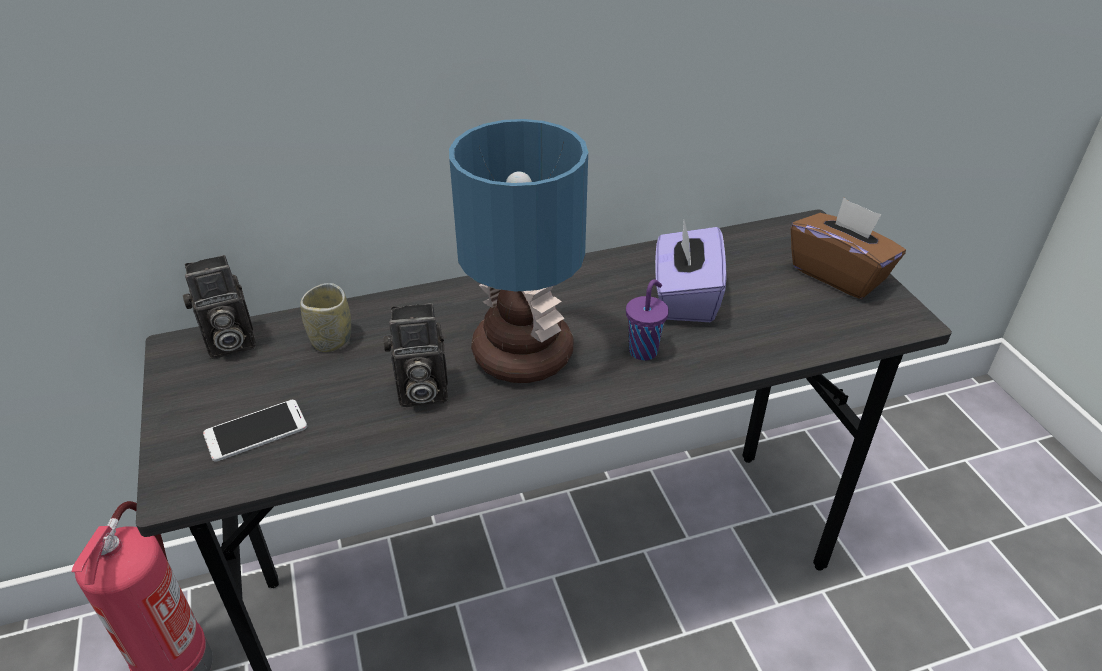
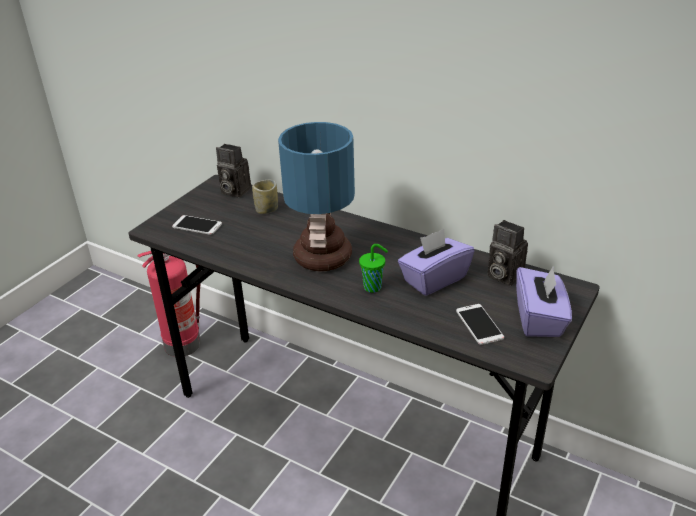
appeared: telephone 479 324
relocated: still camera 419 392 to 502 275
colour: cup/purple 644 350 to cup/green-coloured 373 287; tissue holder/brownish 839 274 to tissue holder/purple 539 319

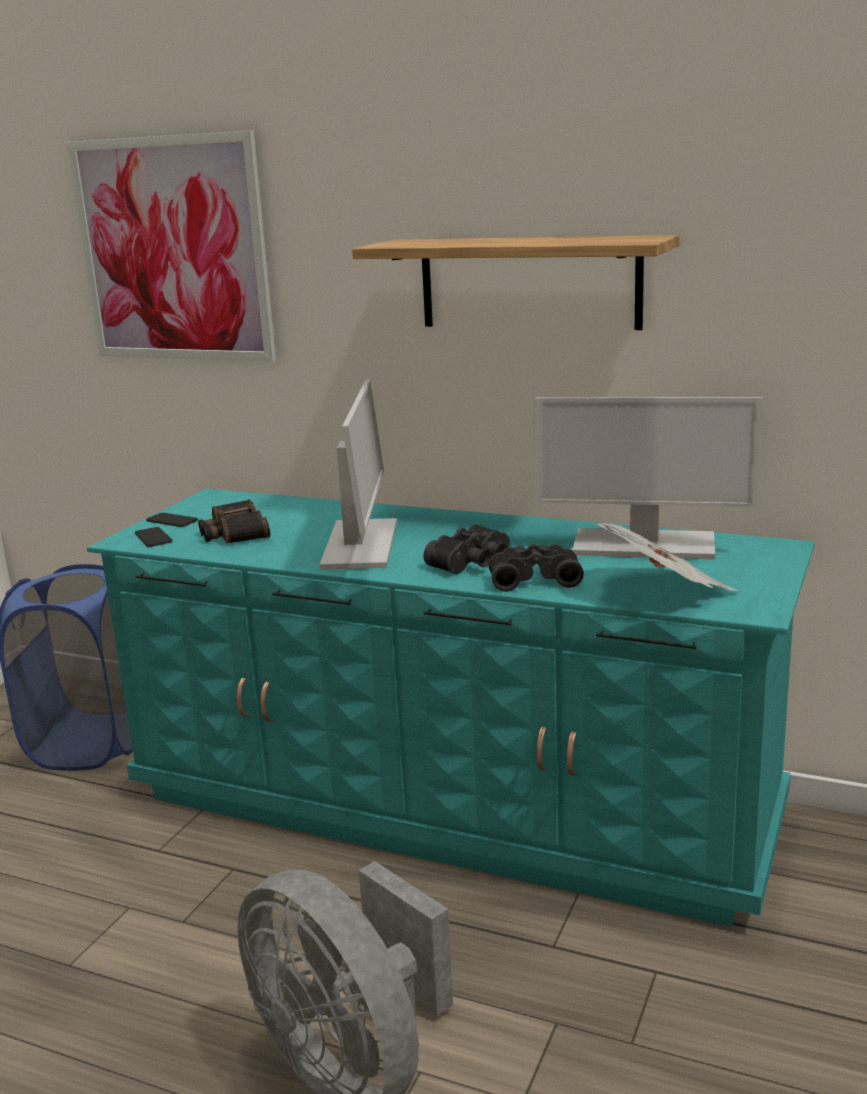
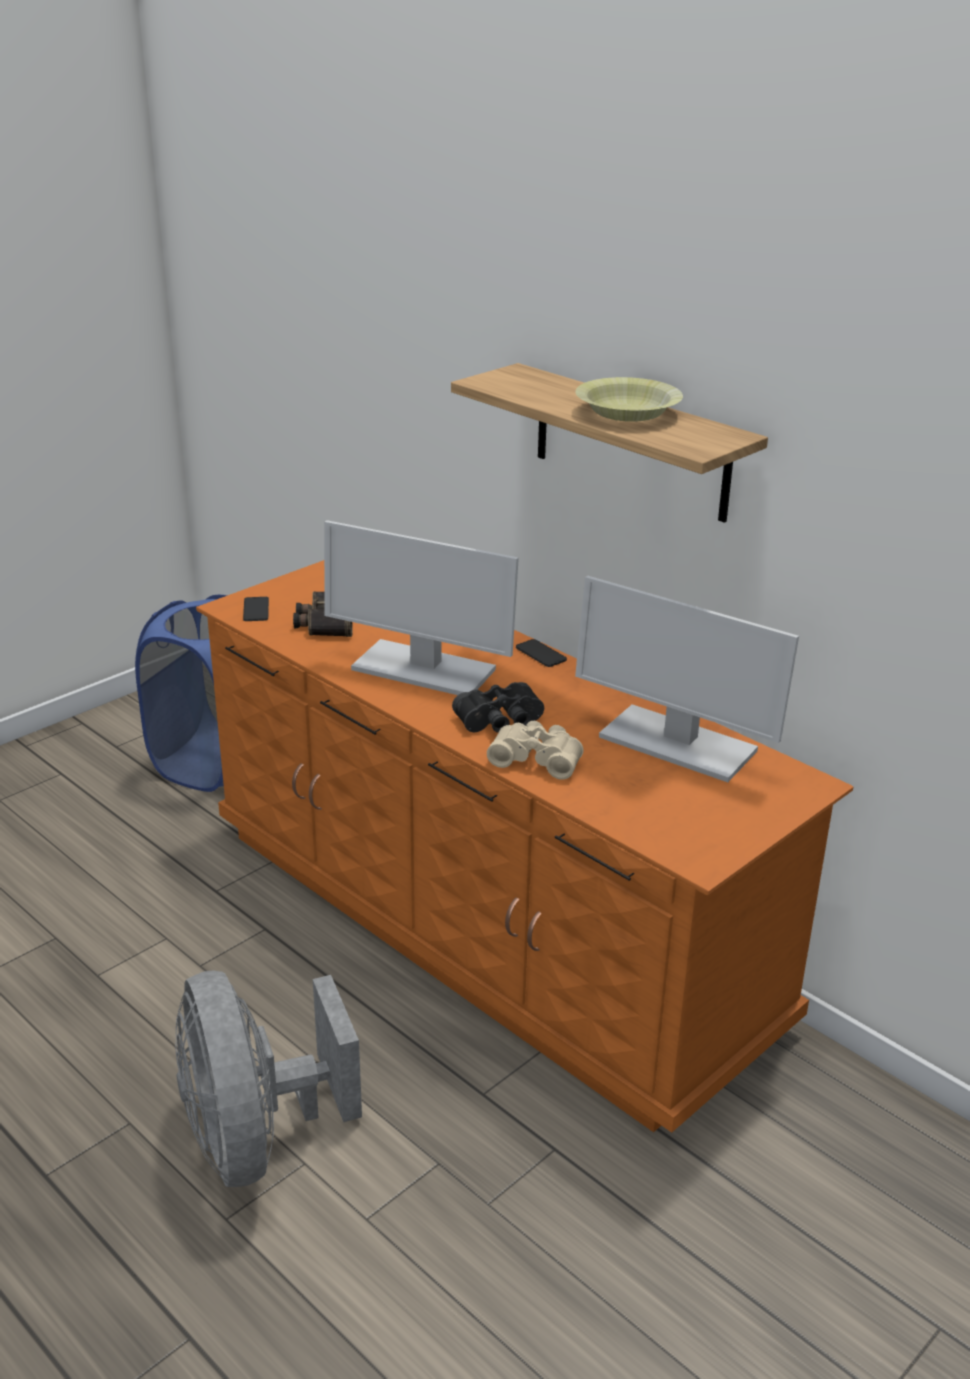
missing: wall picture 173 250; daily paper 665 591
appeared: serving bowl/yellowish 628 413
relocated: telephone 172 520 to 541 654
colour: drawer chest/turquoise-coloured 448 805 to drawer chest/orangey 483 924; pair of binoculars/black-coloured 534 579 to pair of binoculars/beige-coloured 537 758
spun: computer display 361 545 = 422 670 90 degrees clockwise

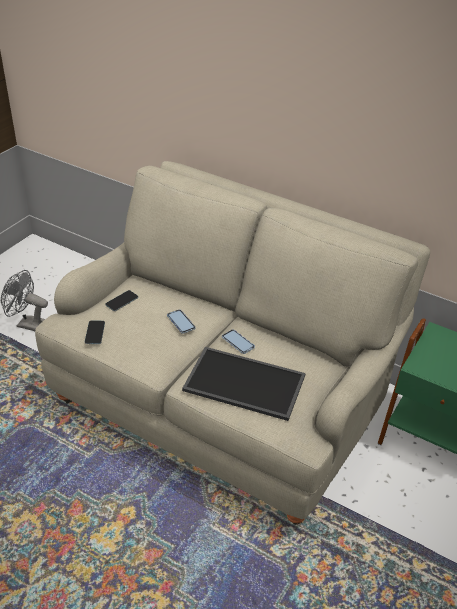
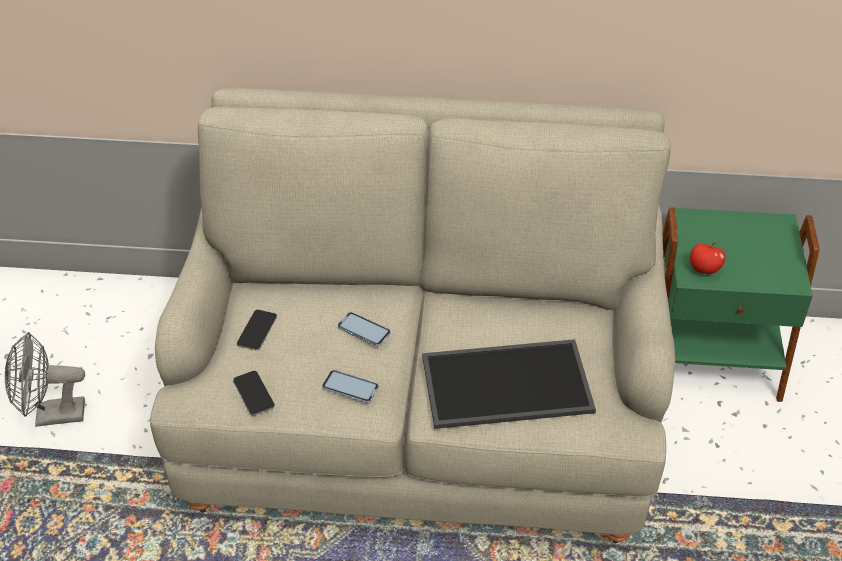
appeared: apple fruit 704 269
relocated: telephone 238 342 to 350 387

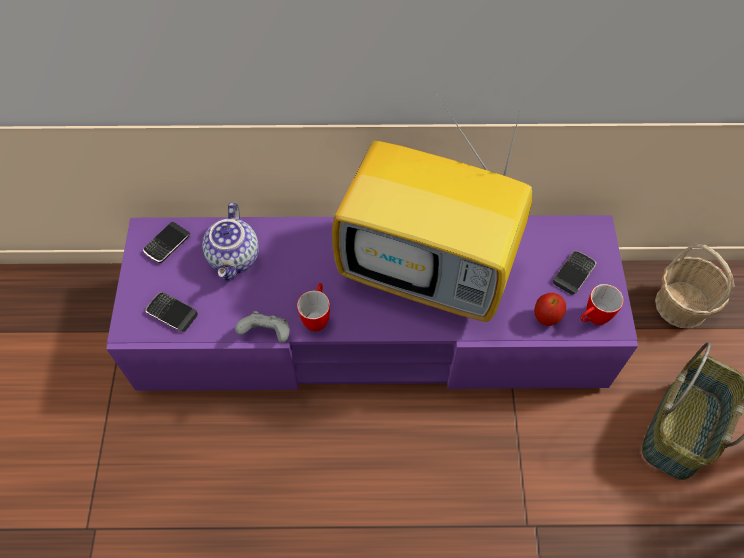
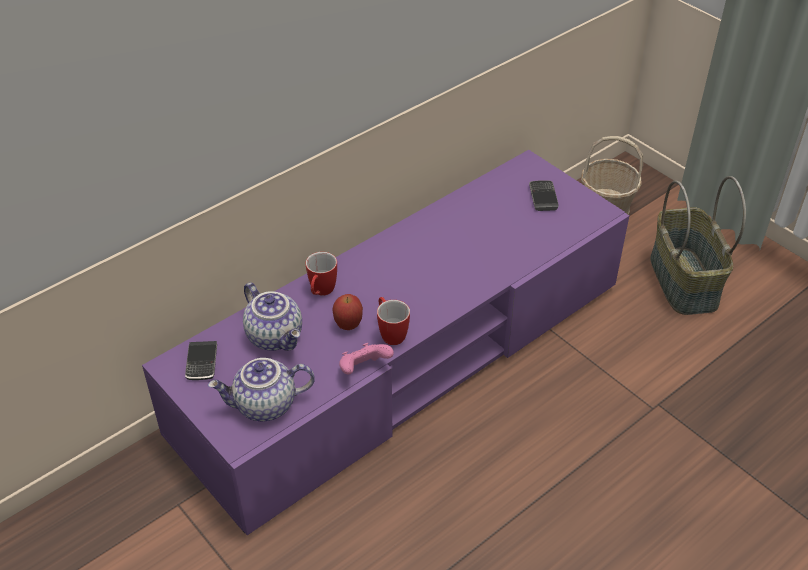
missing: TV set 431 271
relocated: coffee mug 592 319 to 321 293; apple fruit 546 318 to 348 325
exchanged: telephone 172 313 to teapot 265 406
colour: game controller/greyish 267 334 to game controller/pinkish 363 369

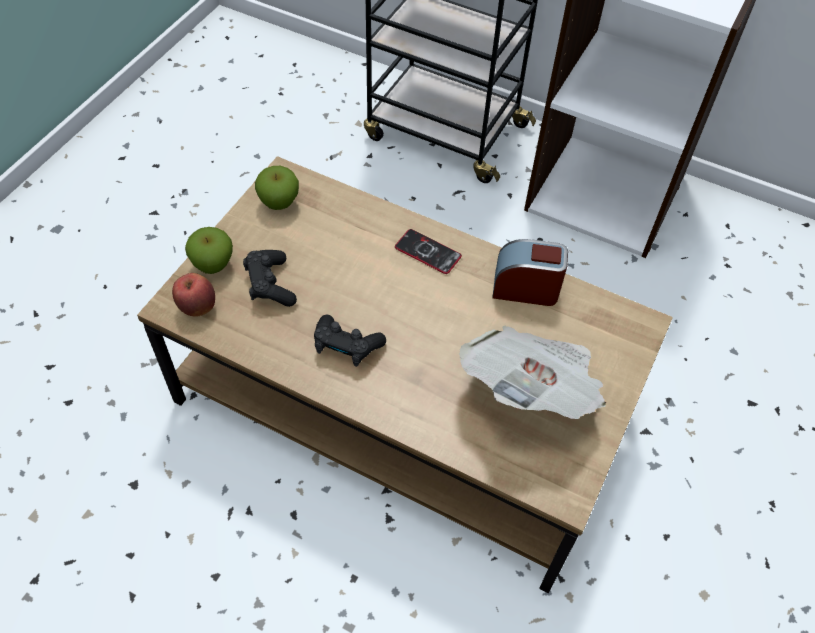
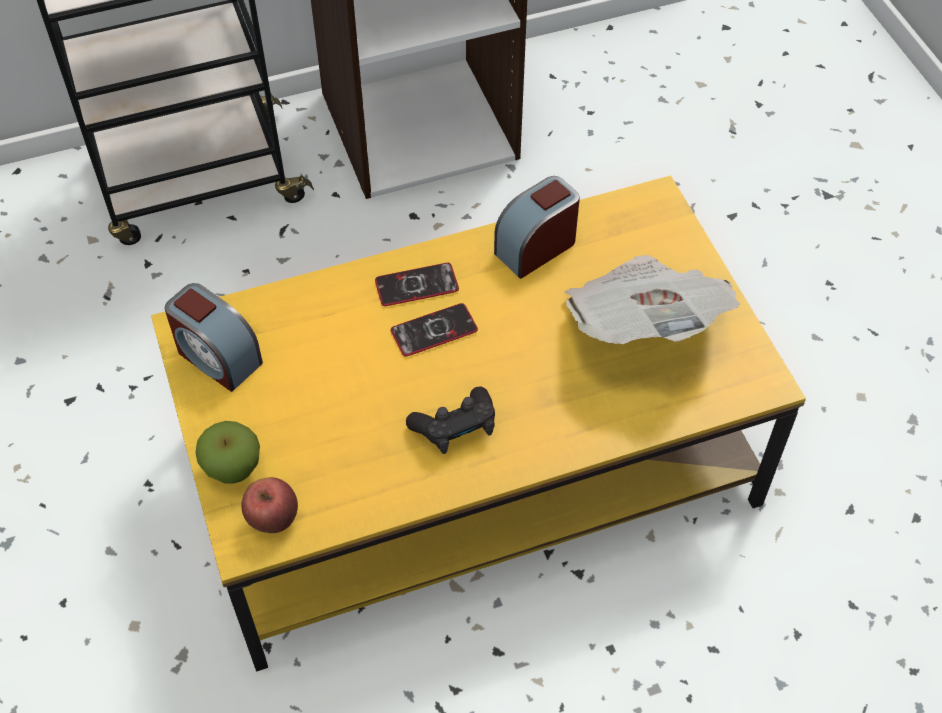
missing: game controller/black-coloured 270 285
appeared: telephone 434 331
exchanged: apple fruit 279 203 to table clock 217 357
colour: coffee table/brownish 399 402 to coffee table/yellowish 467 468

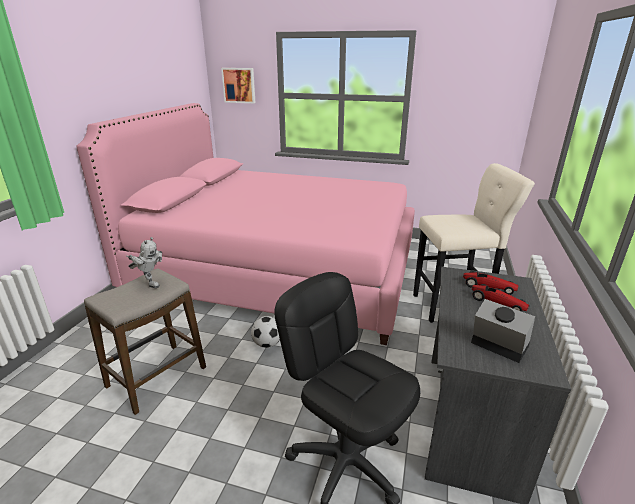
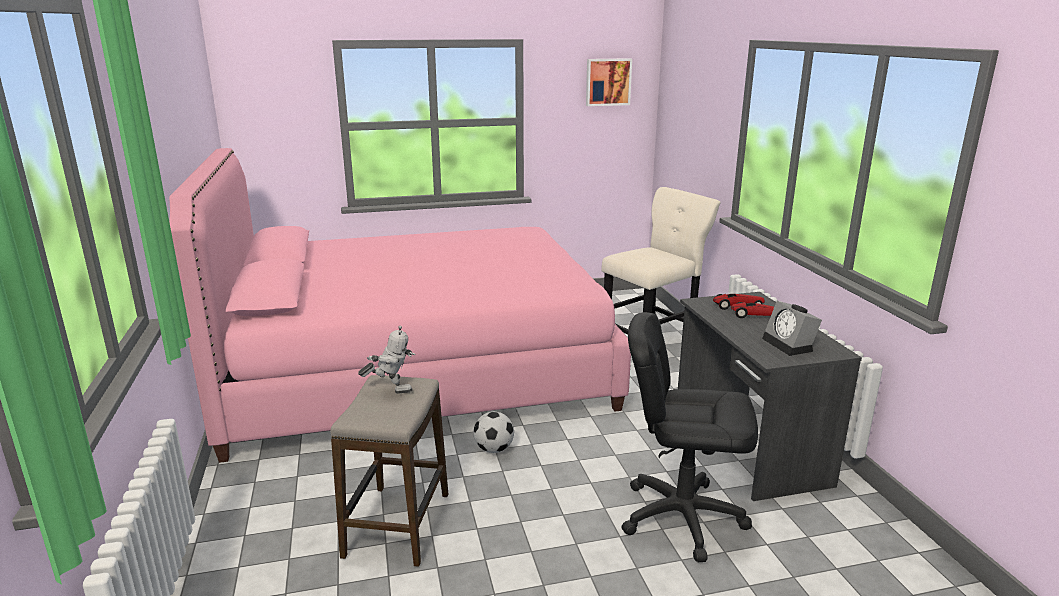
relocated: wall picture 239 85 to 607 82
spun: table clock 496 345 = 790 345 120 degrees counterclockwise

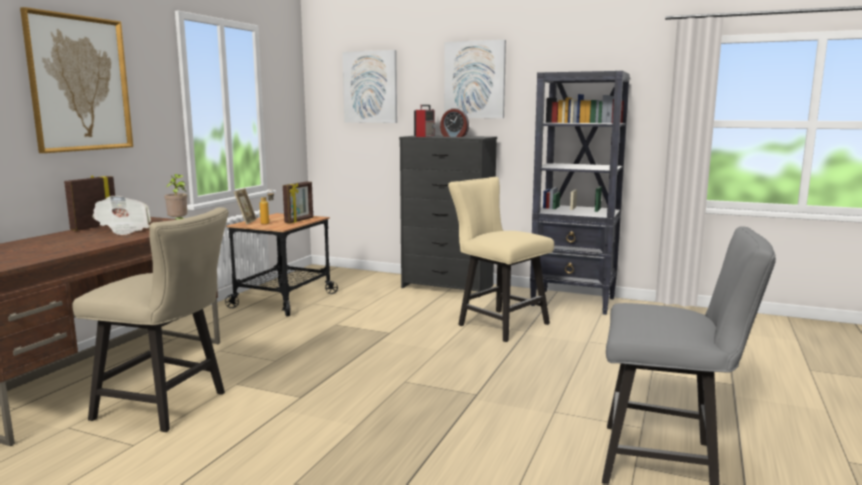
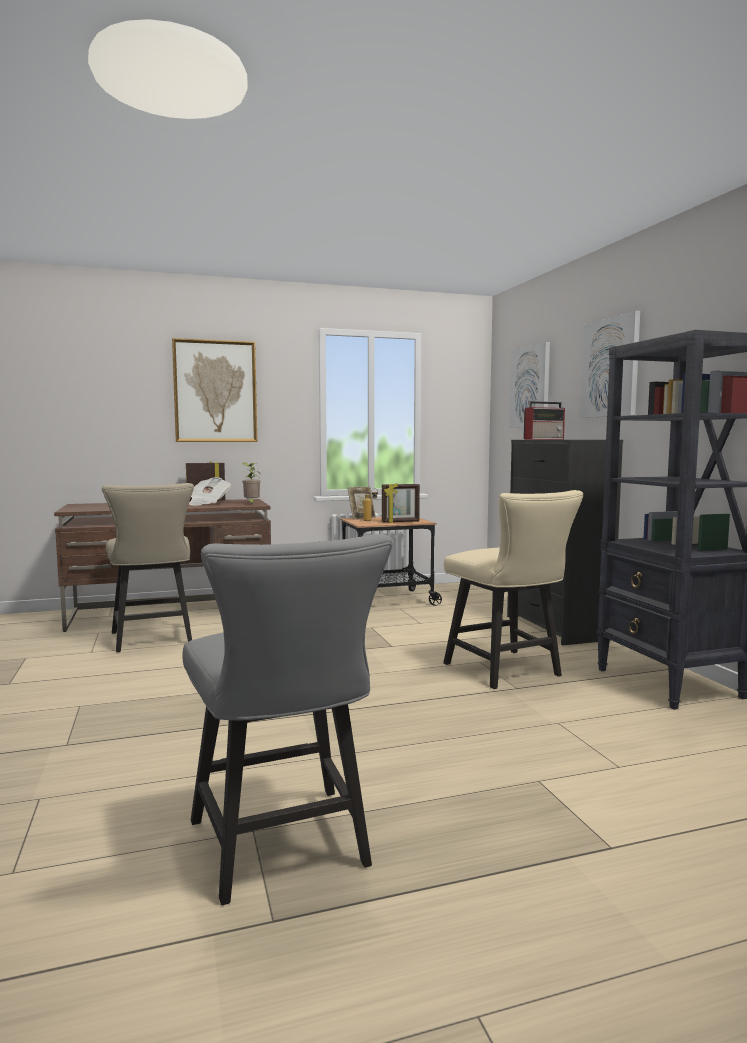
missing: table clock 454 136
spun: plain chair/beige-coloured 497 323 = 508 672 150 degrees clockwise

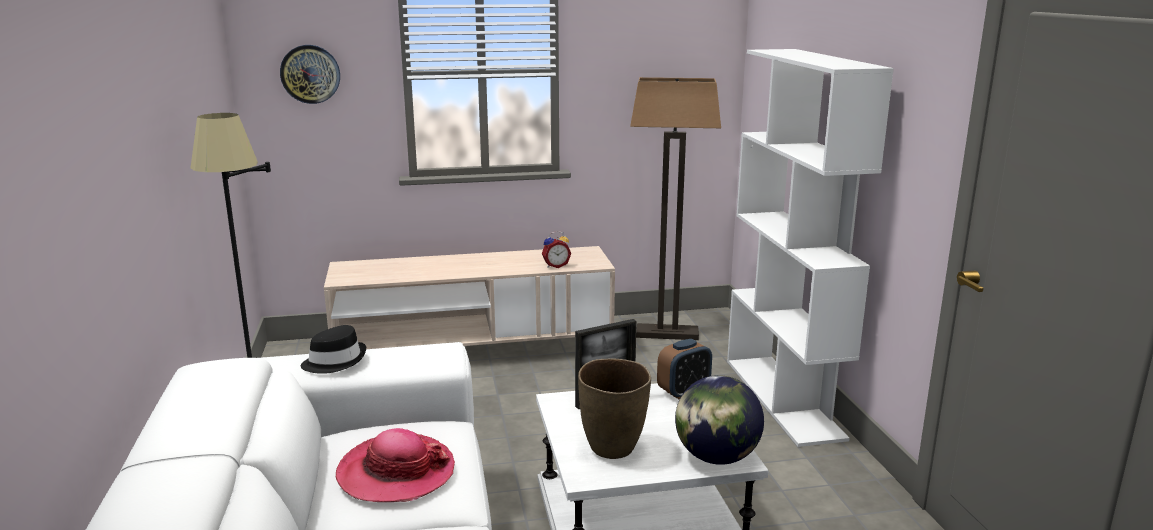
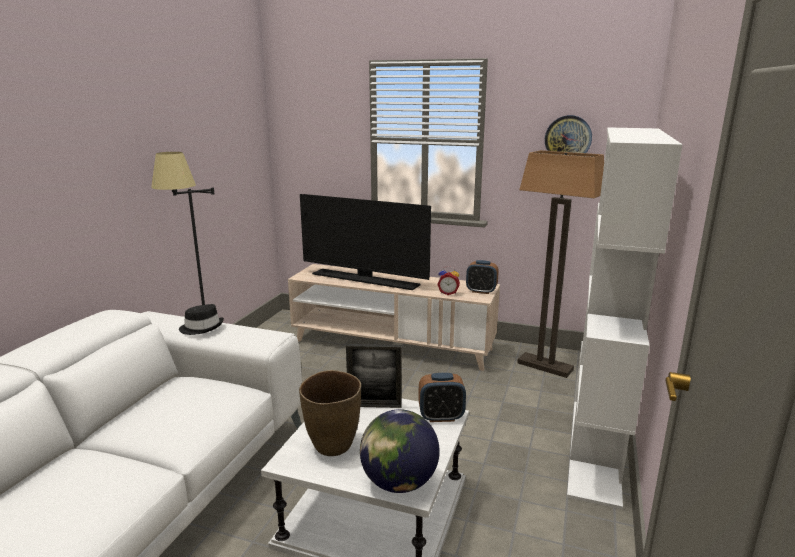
missing: hat 396 472
appeared: TV set 366 279; table clock 481 291
relocated: clock on the wall 310 74 to 568 138

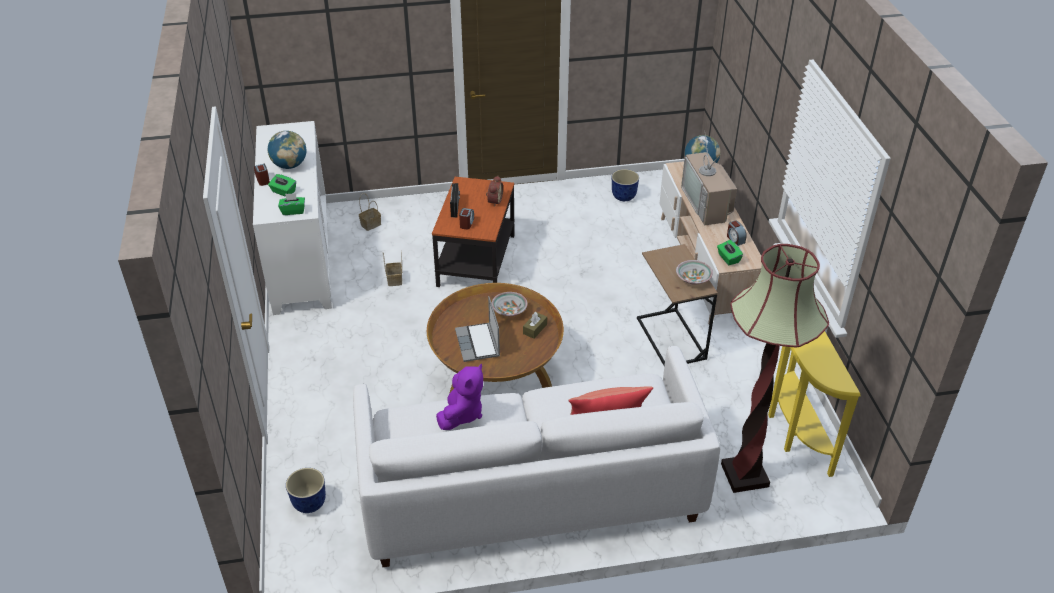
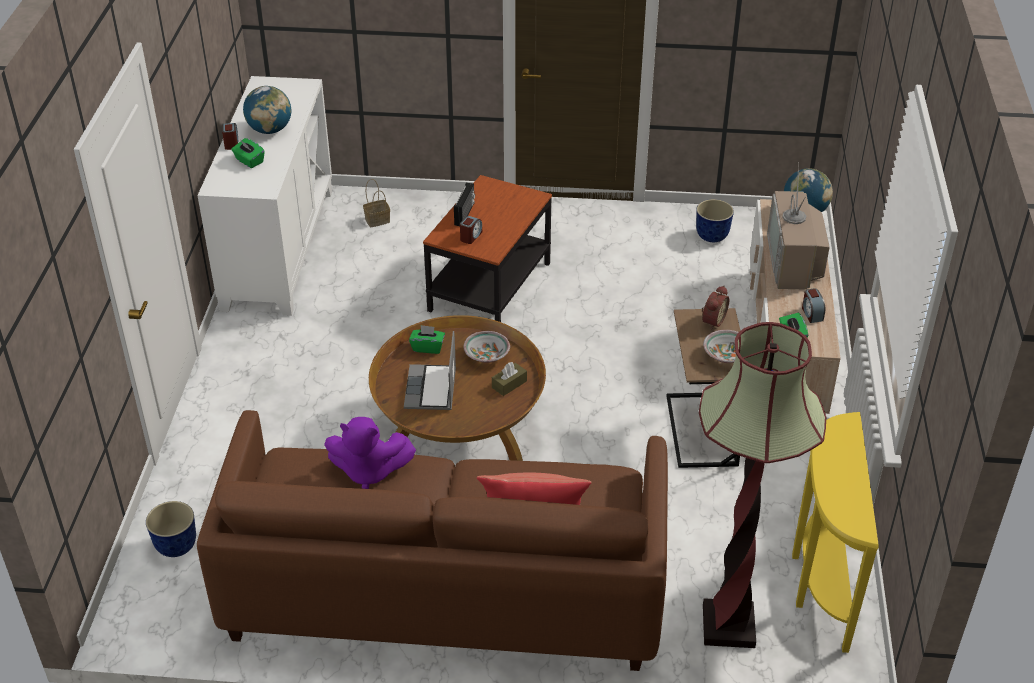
missing: storage basket 395 280
relocated: tissue holder/green-coloured 293 211 to 427 347; table clock 494 201 to 712 320
colour: settee/white-coloured 530 491 to settee/brownish 444 587
spun: soft toy/purple 462 413 = 369 471 60 degrees clockwise

